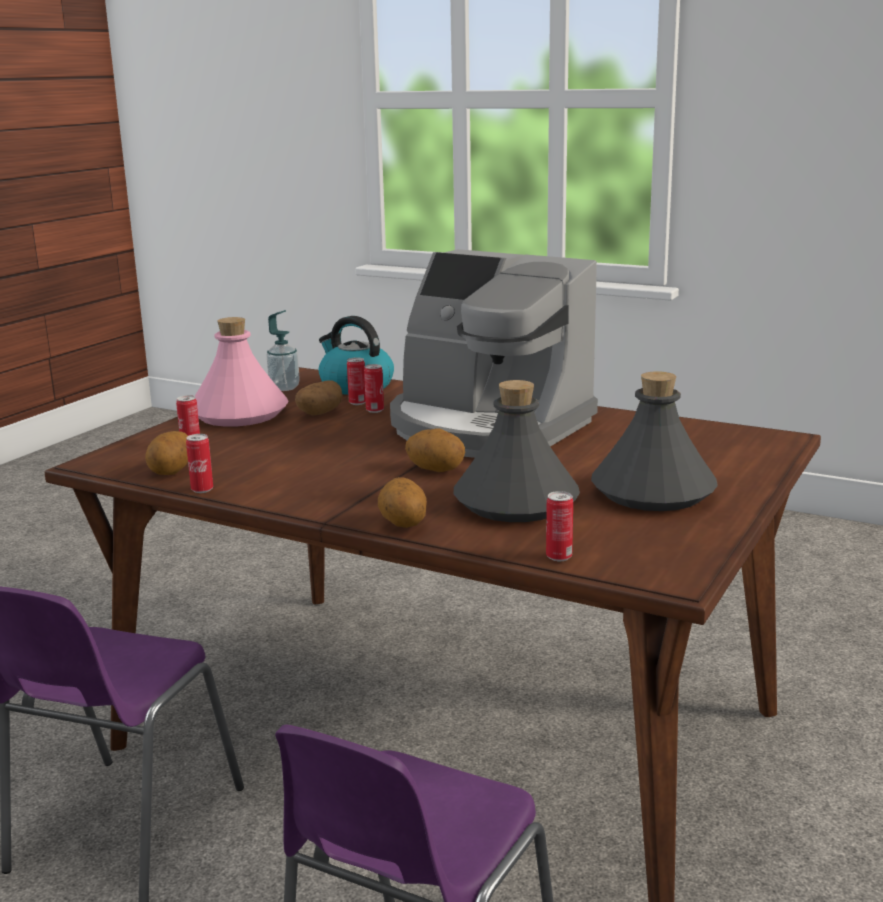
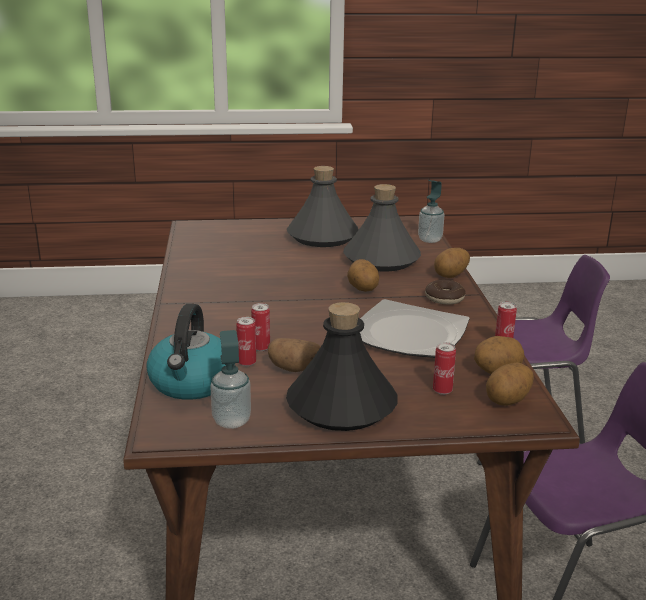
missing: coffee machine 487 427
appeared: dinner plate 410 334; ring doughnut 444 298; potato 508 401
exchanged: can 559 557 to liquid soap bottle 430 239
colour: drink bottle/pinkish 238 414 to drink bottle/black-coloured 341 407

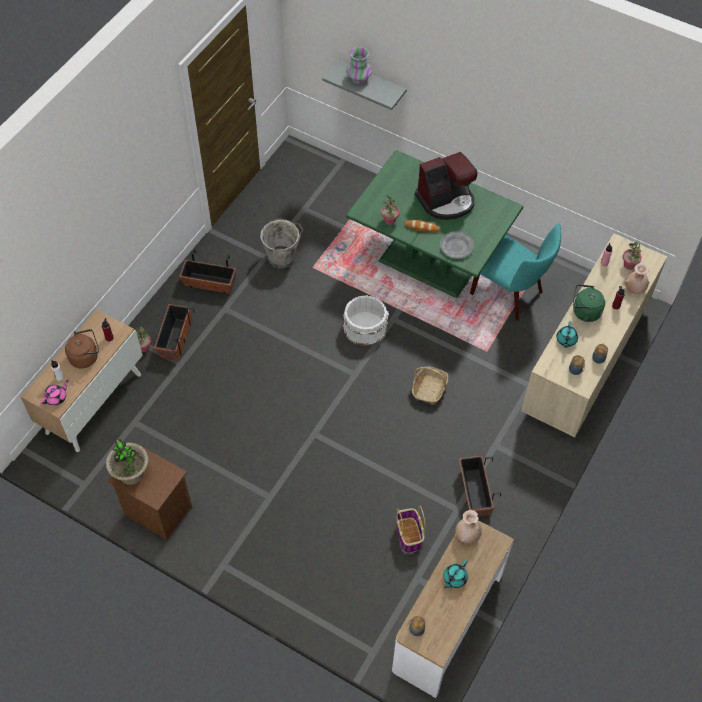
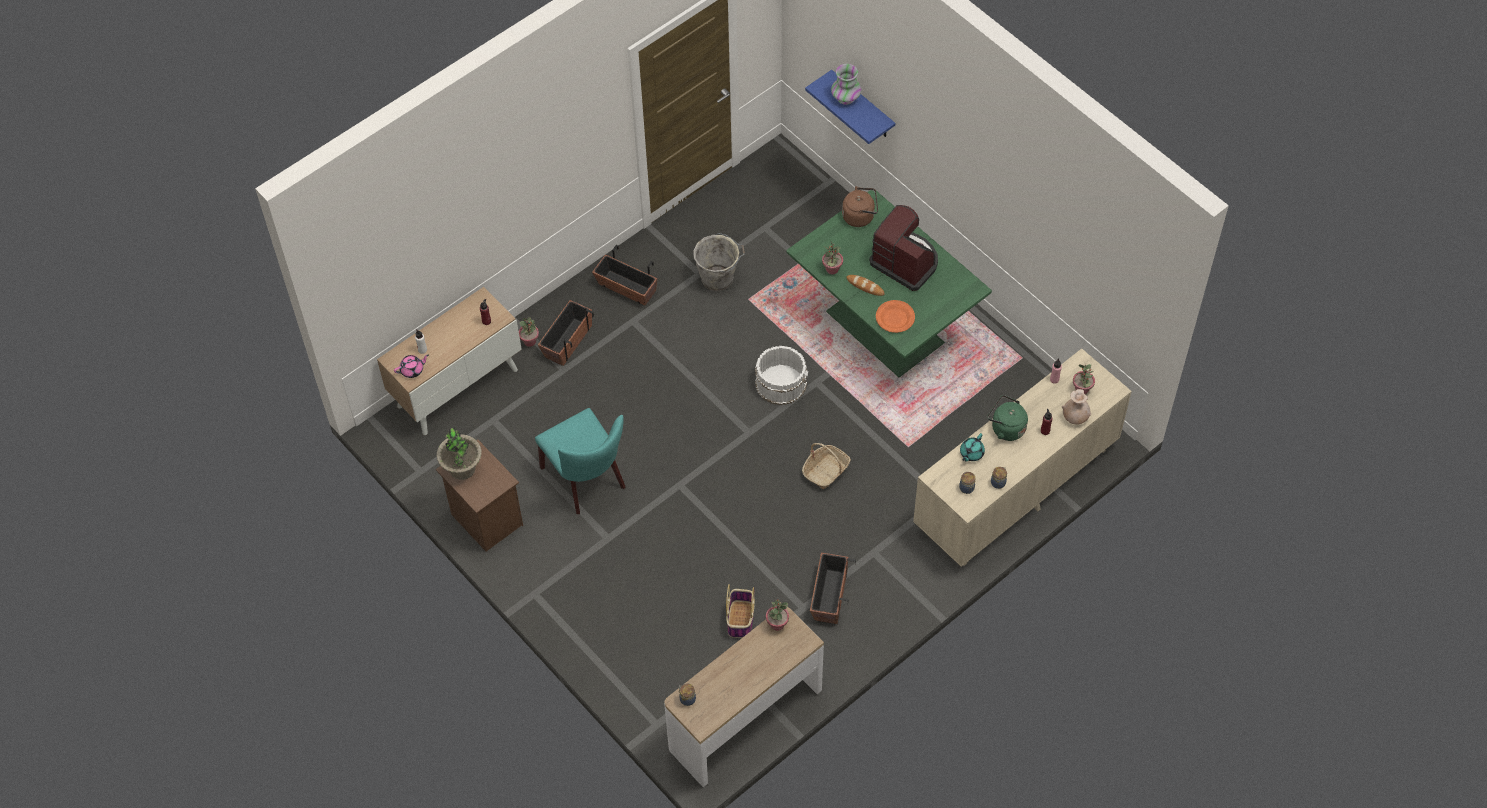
missing: teapot/turquoise-coloured 454 578
relocated: plain chair/turquoise-coloured 511 294 to 587 480; water kettle/brownish 85 357 to 860 216
exchanged: decorative vase/beige-coloured 467 535 to plant in a pot 777 624
colour: wall shelf/greyish 371 83 to wall shelf/blue-coloured 862 106; dinner plate/greyish 456 246 to dinner plate/orangey 895 317
spun: coffee machine 446 200 = 905 262 135 degrees counterclockwise

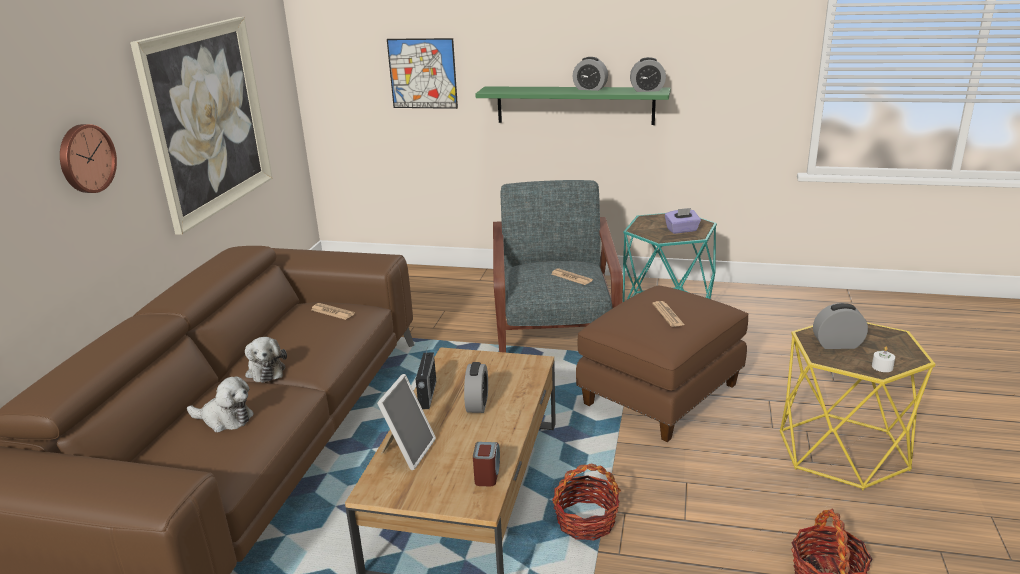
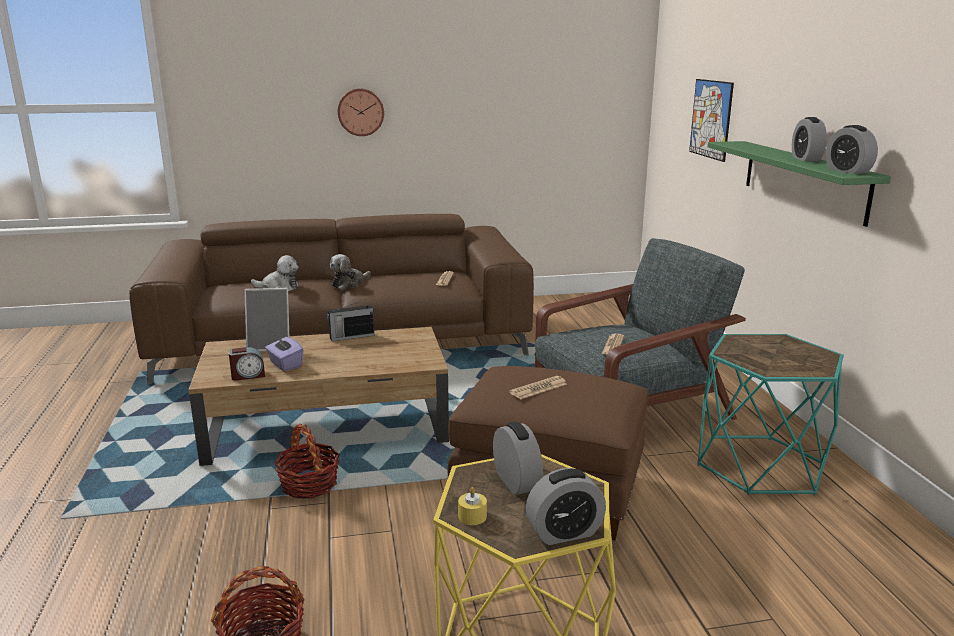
missing: wall picture 207 120
relocated: tissue holder/purple 682 230 to 285 364; table clock 477 404 to 564 533
colour: candle/white-coloured 882 367 to candle/yellowish 472 516
spun: soft toy 225 419 = 279 287 75 degrees counterclockwise

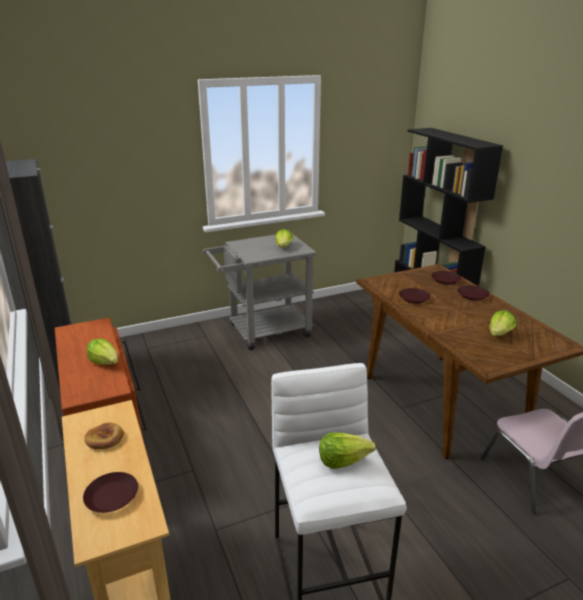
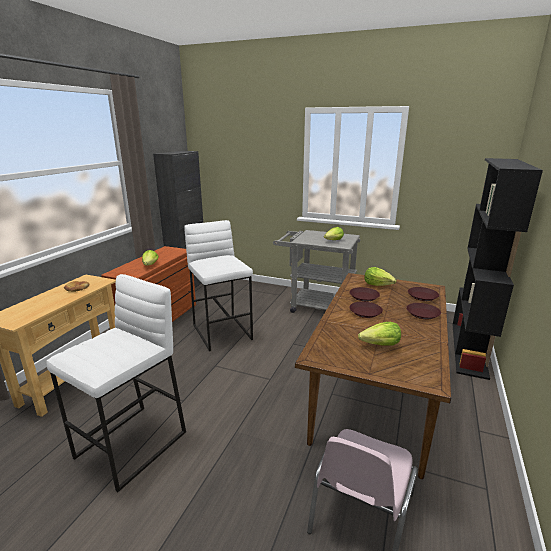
appeared: sitting stool/white-coloured 222 332
relocated: dinner plate/brownish 112 496 to 365 312; head of lettuce 343 460 to 378 285

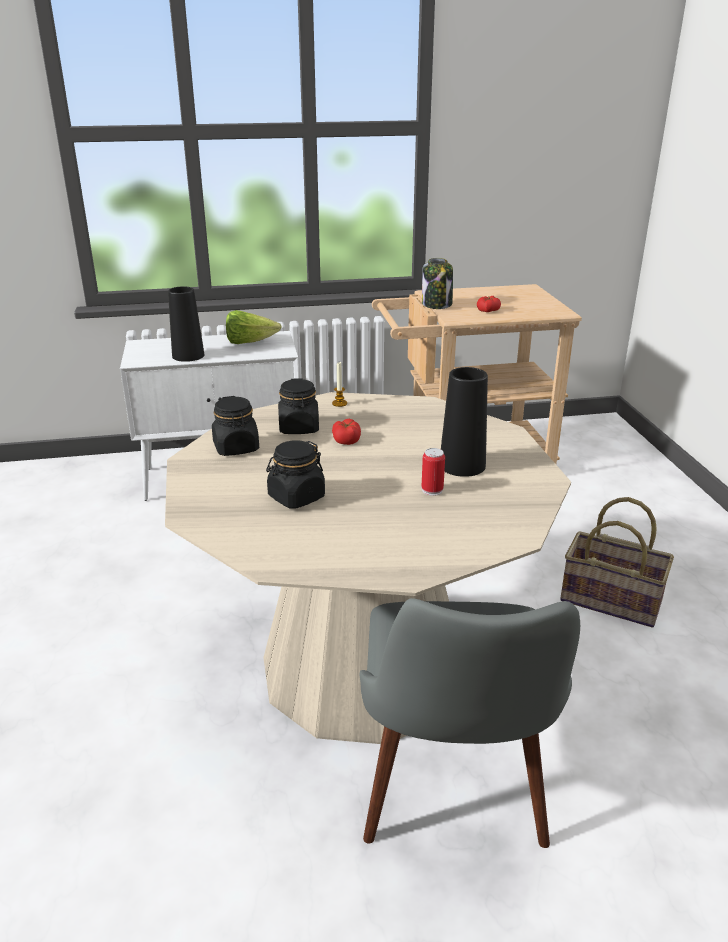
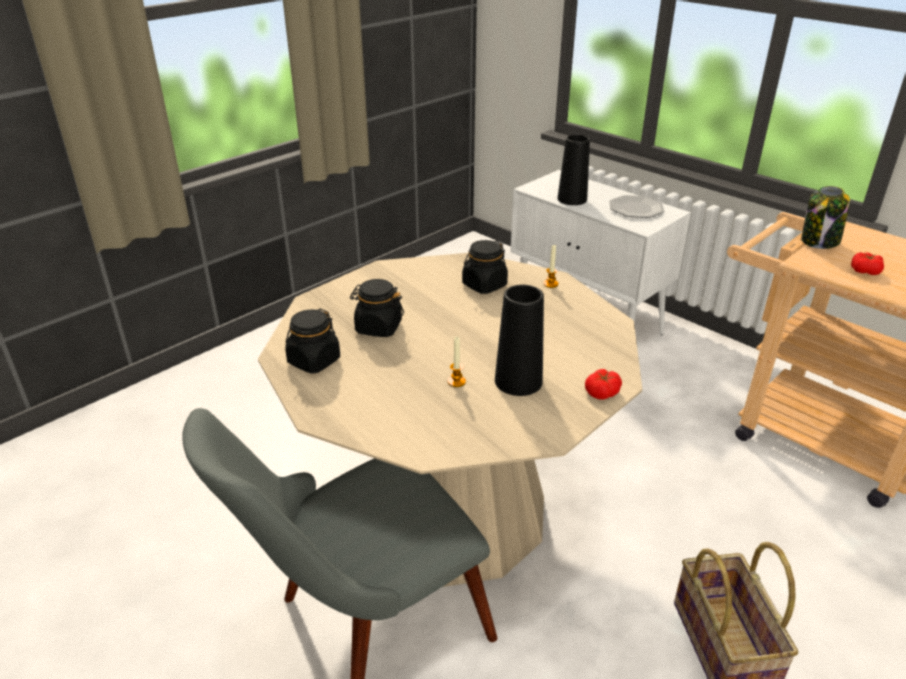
relocated: preserve jar/black-coloured 236 448 to 314 361; whole tomato 346 440 to 602 392
exchanged: can 432 490 to candle 456 381; head of lettuce 249 343 to dinner plate 636 208

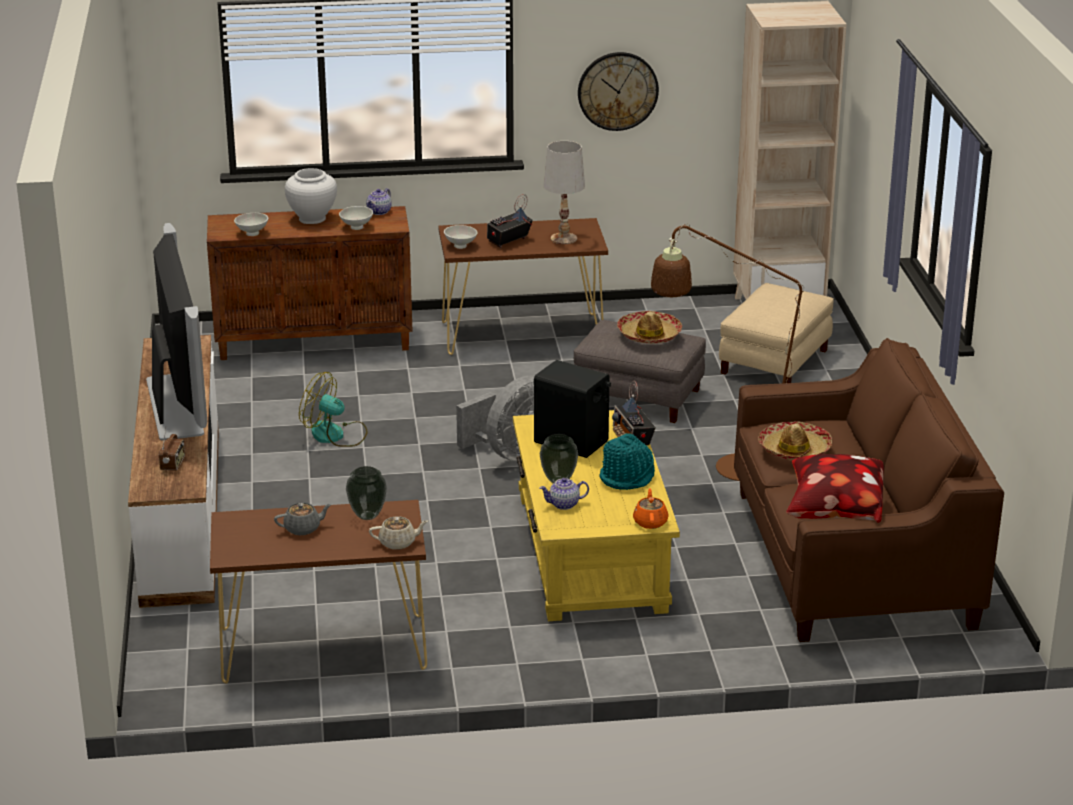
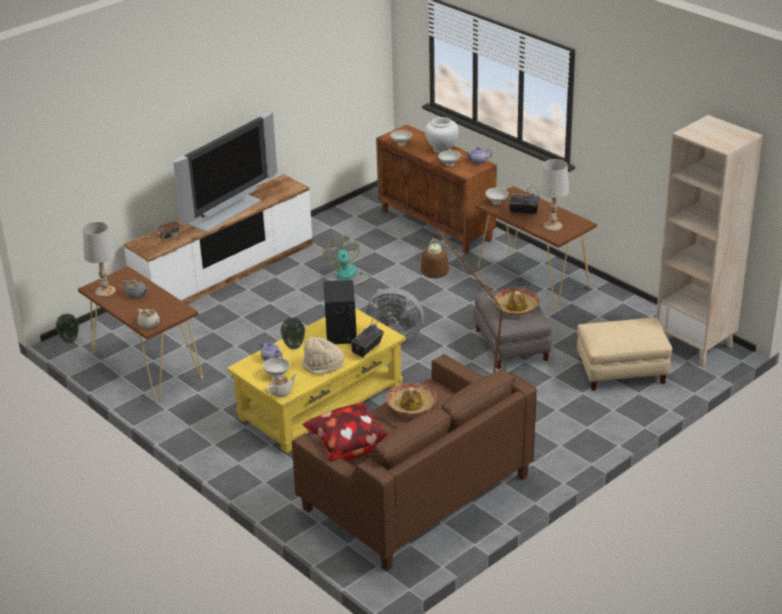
missing: clock on the wall 617 91
appeared: tabletop lamp/white-coloured 105 291; serving bowl/white-coloured 277 374
relocated: decorative vase 368 516 to 70 341
colour: teapot/orangey 650 522 to teapot/beige-coloured 281 392; hat/turquoise-coloured 627 477 to hat/beige-coloured 322 365

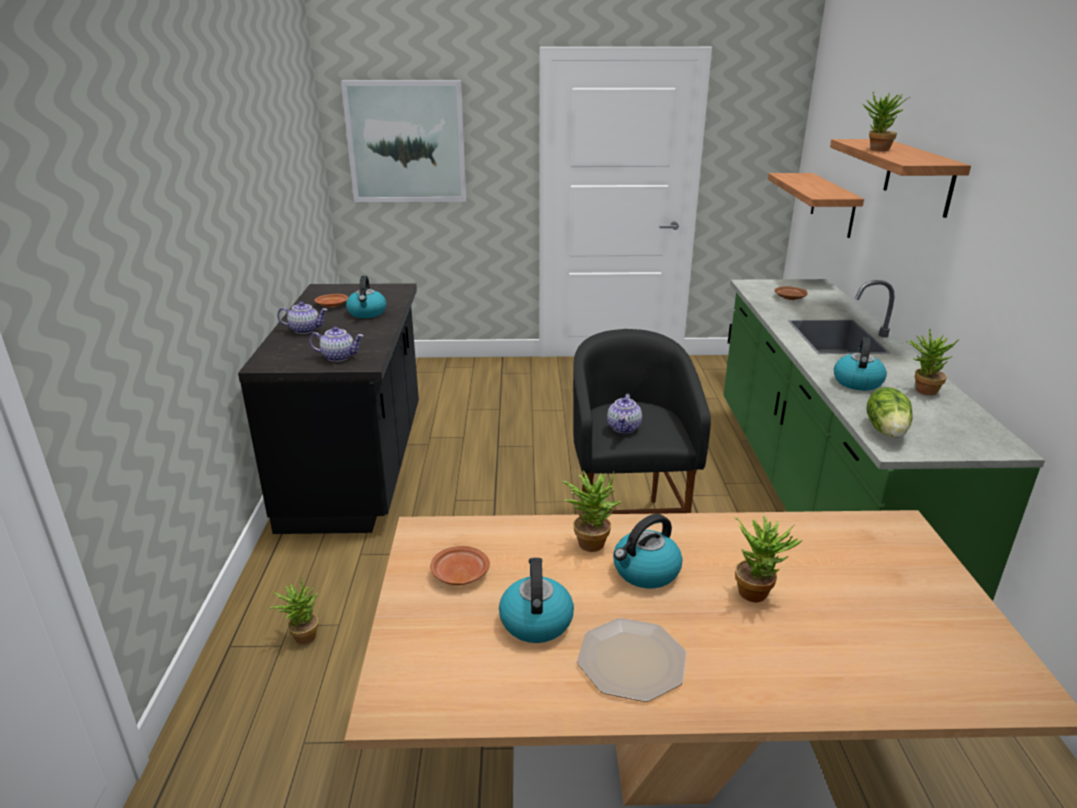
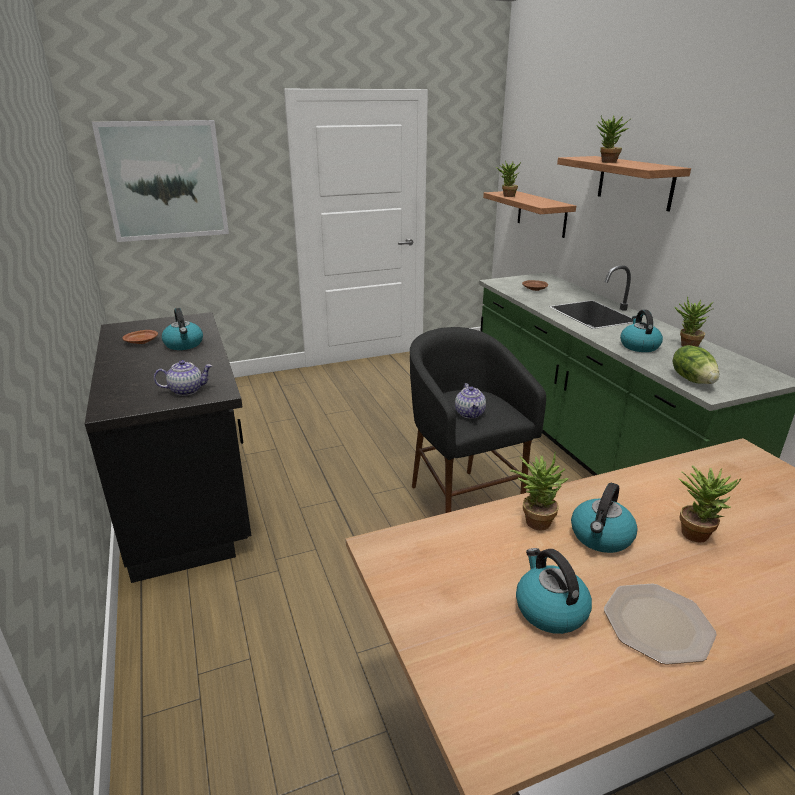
missing: teapot 305 330; dinner plate/brownish 459 574
relocated: plant in a pot 301 636 to 506 196

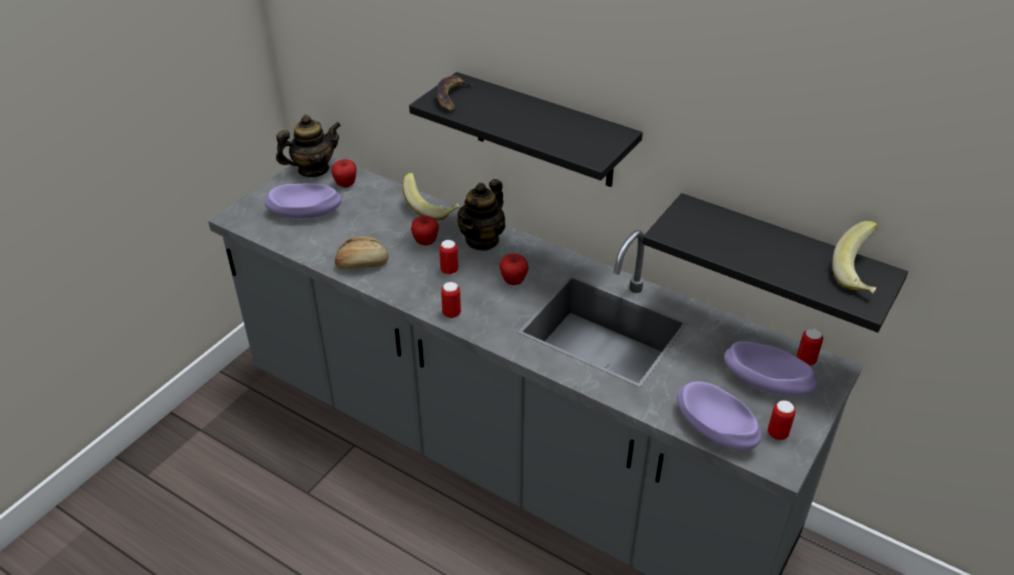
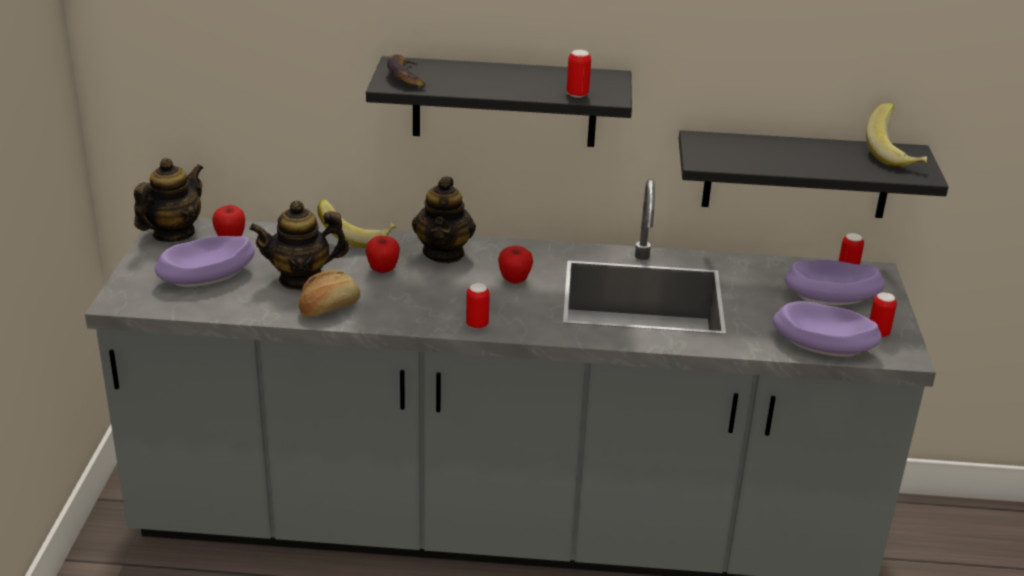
appeared: teapot 301 279
relocated: can 449 270 to 577 94

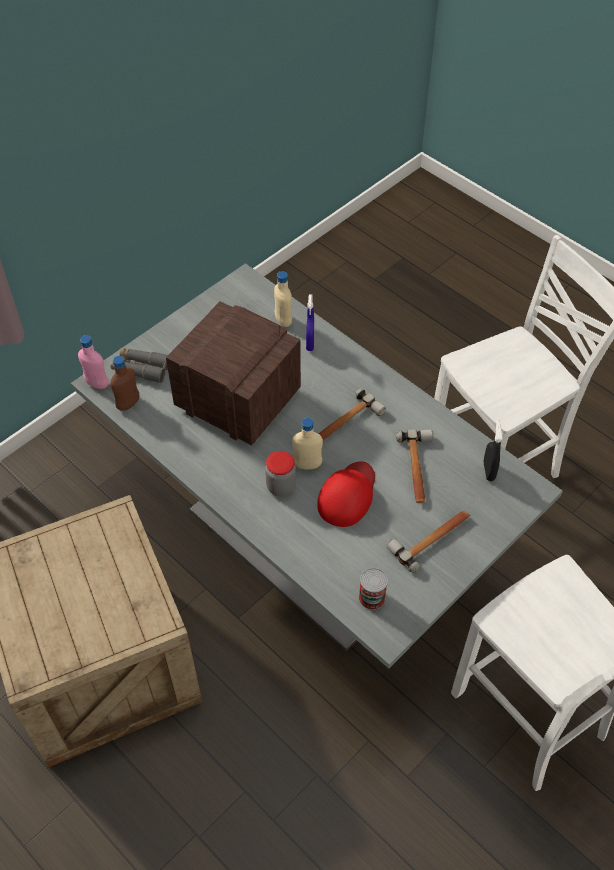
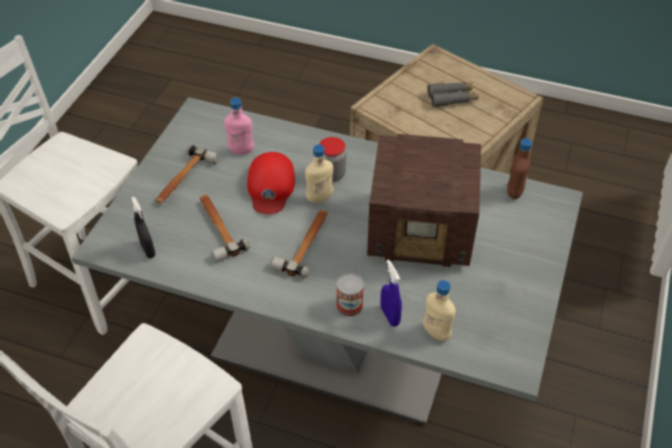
relocated: drink bottle/pinkish 97 384 to 241 151; can 372 597 to 349 306; pair of binoculars/greyish 141 368 to 452 98

